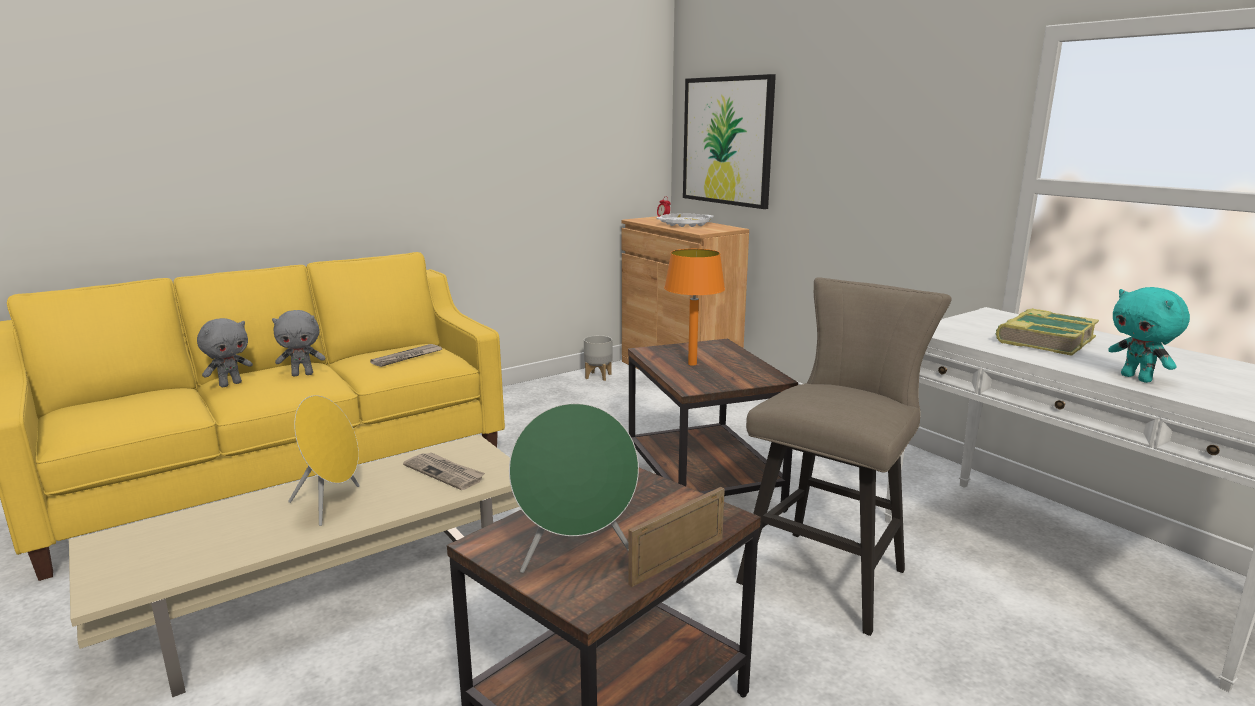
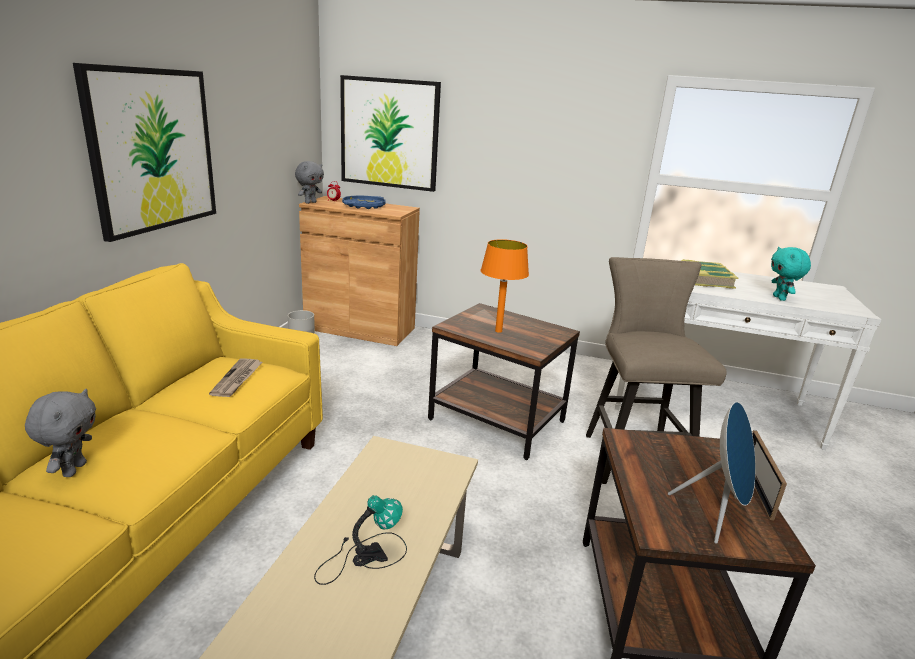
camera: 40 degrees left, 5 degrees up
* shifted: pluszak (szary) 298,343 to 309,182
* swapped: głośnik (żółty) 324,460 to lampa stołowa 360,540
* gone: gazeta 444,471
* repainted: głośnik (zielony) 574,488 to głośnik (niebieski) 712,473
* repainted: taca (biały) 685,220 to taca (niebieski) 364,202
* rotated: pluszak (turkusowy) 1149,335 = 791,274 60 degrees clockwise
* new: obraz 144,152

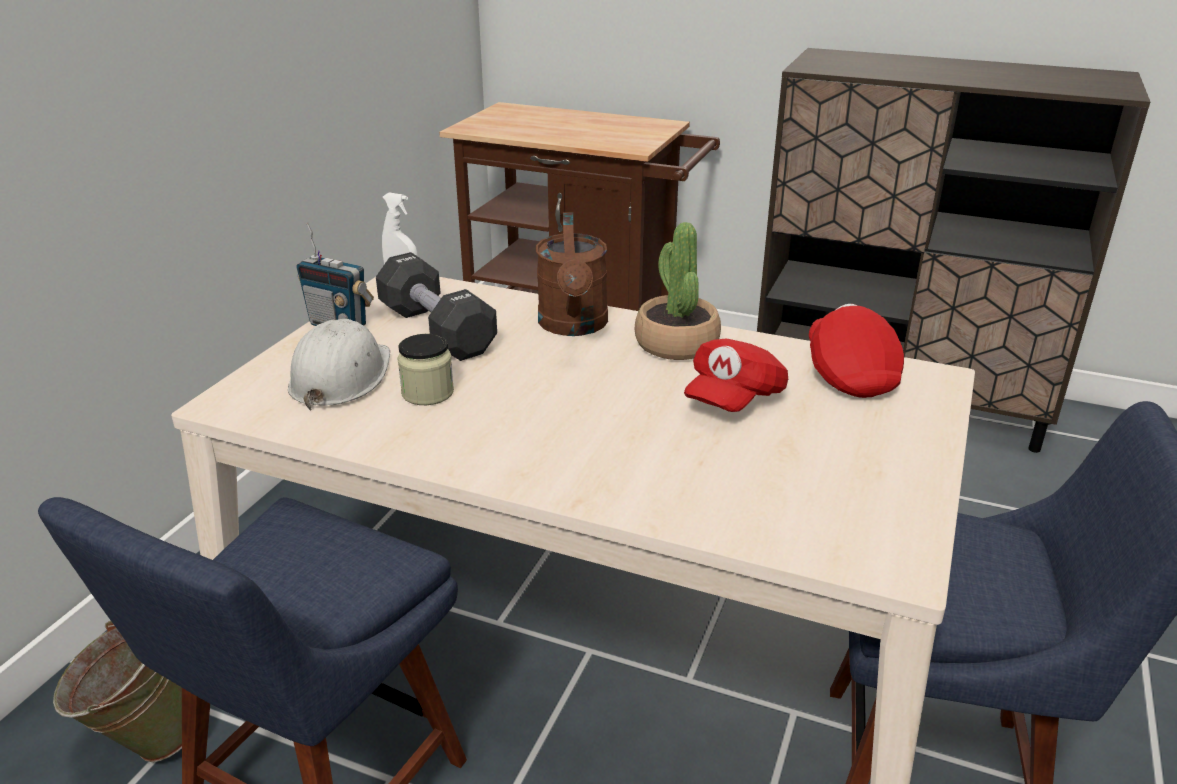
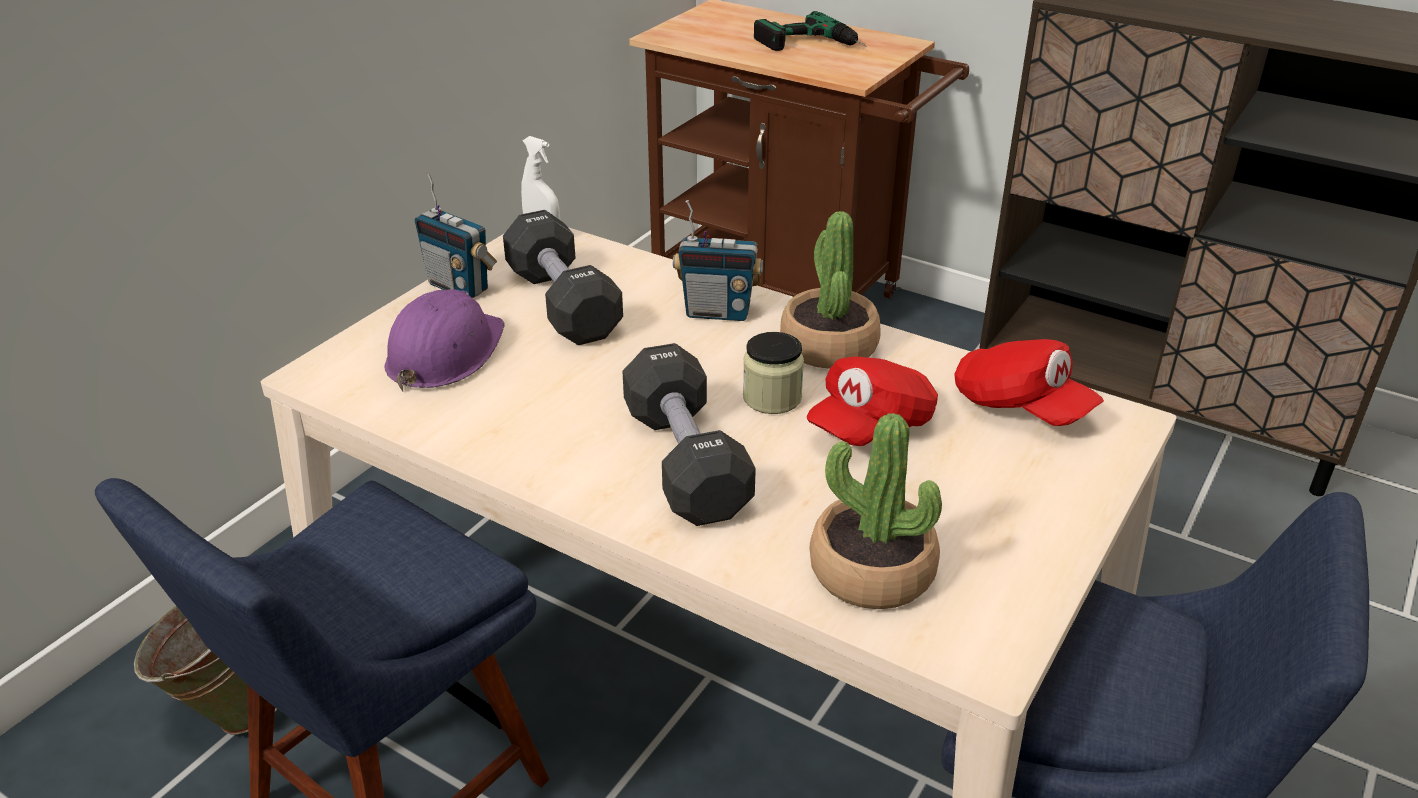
camera: 10 degrees right, 5 degrees up
* repainted: kask (biały) 339,365 to kask (fioletowy) 445,340
* shifted: słoik 425,369 to 773,373
* swapped: konewka (brązowy) 572,274 to radio 718,260
* rotated: czapka z daszkiem (czerwony) 856,351 = 1029,382 135 degrees clockwise
* new: hantel (czarny) 689,434
* new: wiertarka 810,31
* new: roślina doniczkowa 875,511

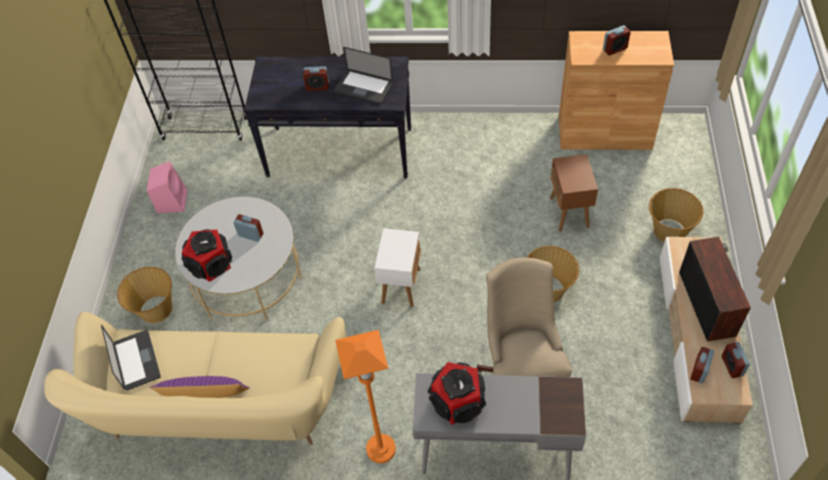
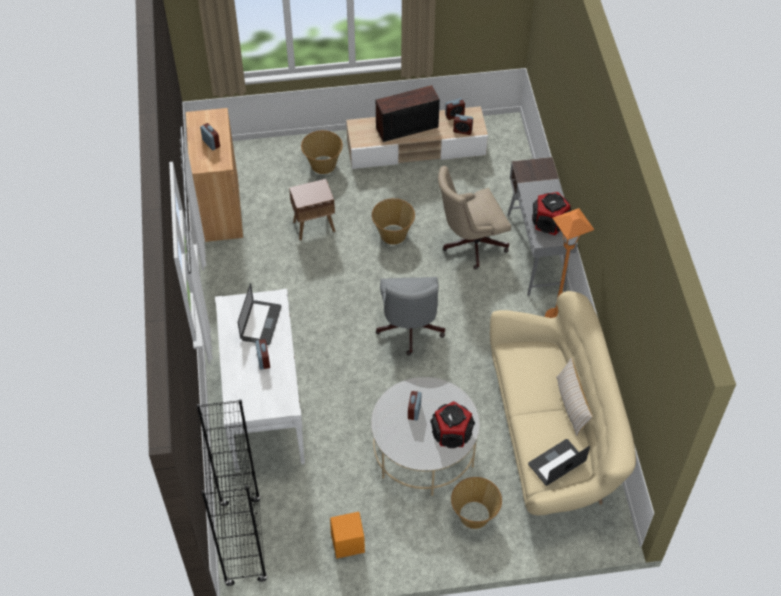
camera: 105 degrees left, 0 degrees up
* repainted: głośnik (różowy) 167,187 to głośnik (pomarańczowy) 347,535
* repainted: poduszka (fioletowy) 200,387 to poduszka (beżowy) 574,396
* repainted: stolik konsolowy (czarny) 328,117 to stolik konsolowy (biały) 260,380
* swapped: stolik (biały) 397,267 to krzesło biurowe (szary) 410,316

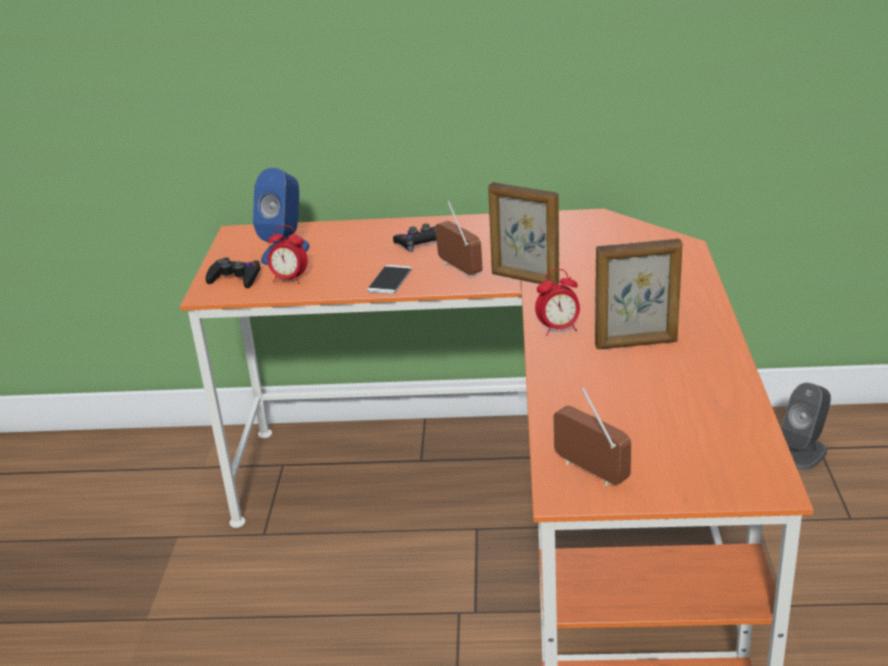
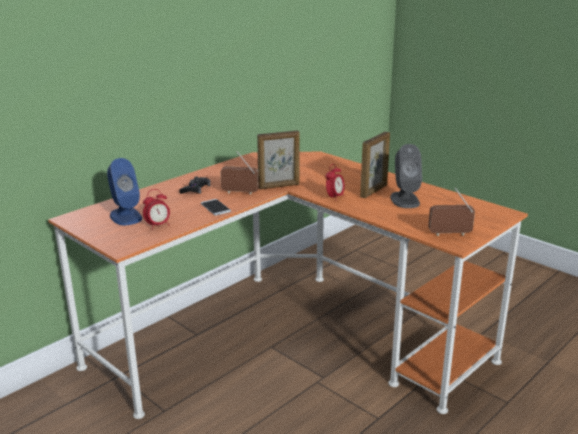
camera: 50 degrees left, 5 degrees down
* gone: pad do gier (czarny) 233,272
* shifted: głośnik (szary) 806,426 to 406,176

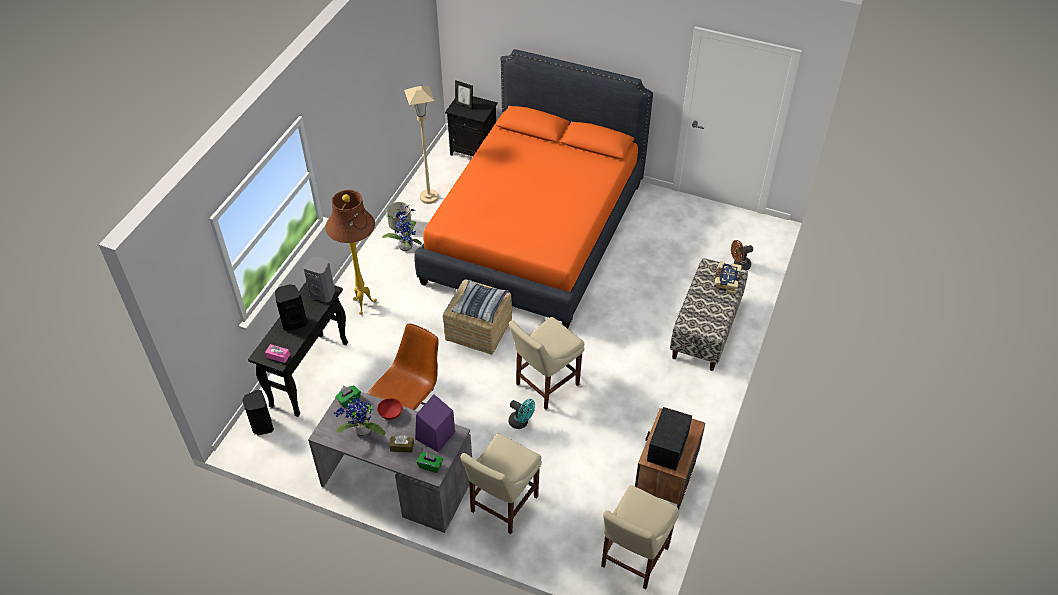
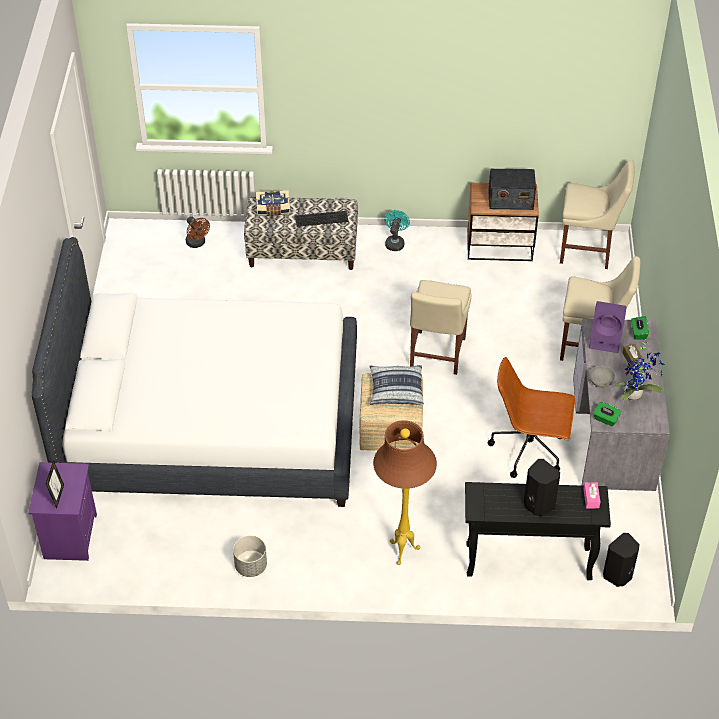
camera: 110 degrees left, 0 degrees up
* gone: głośnik (szary) 319,279
* repainted: miska (czerwony) 390,409 to miska (szary) 602,376
* gone: roślina doniczkowa 402,227
* gone: lampa stojąca (beżowy) 421,145
* repainted: łóżko (pomarańczowy) 533,189 to łóżko (biały) 194,372
* repainted: szafka nocna (czarny) 471,126 to szafka nocna (fioletowy) 62,511
* shifted: wentylator (turkusowy) 521,414 to 397,230
* rotated: krzesło (beżowy) 547,363 = 441,327 75 degrees clockwise
* new: klawiatura 322,219

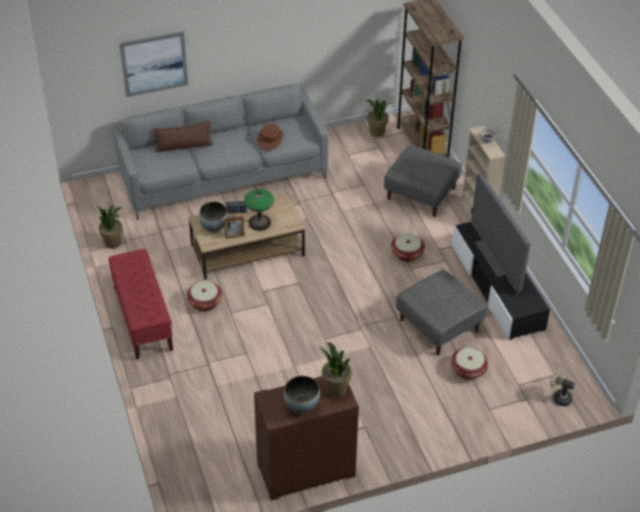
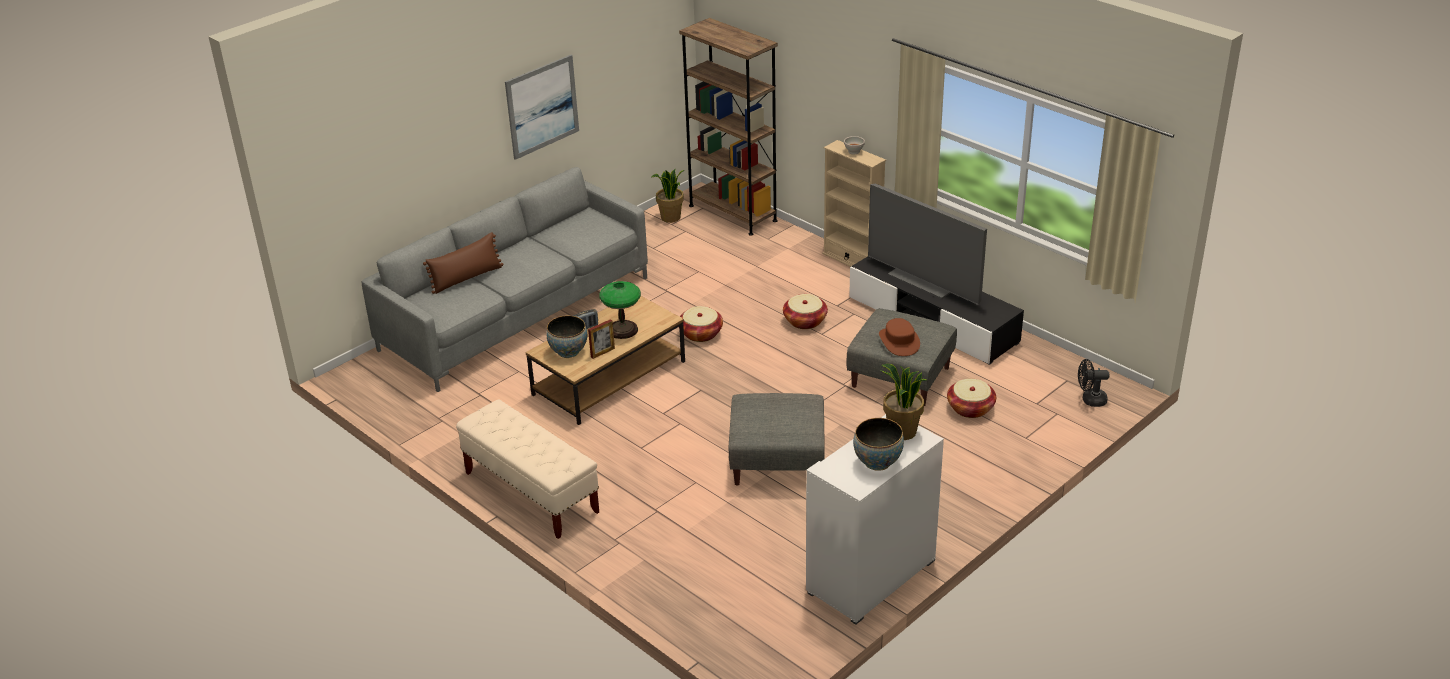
camera: 25 degrees left, 10 degrees down
* gone: roślina doniczkowa 110,227
* repainted: ławka (czerwony) 140,304 to ławka (beżowy) 527,469
* shifted: obraz 153,64 to 542,107
* shifted: koszyk 204,296 to 701,324
* repainted: szafka (brązowy) 306,438 to szafka (biały) 875,519
* shifted: kapelusz (brązowy) 270,136 to 899,337
* shifted: pufa (szary) 423,181 to 777,439
* repainted: wentylator (beżowy) 562,387 to wentylator (czarny) 1093,383

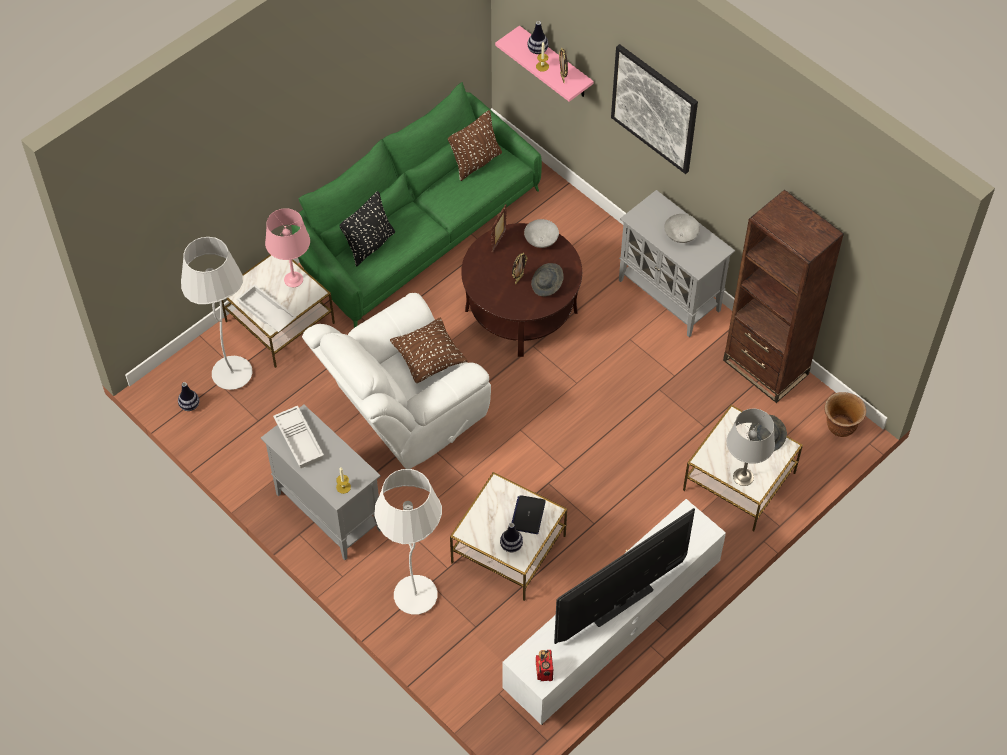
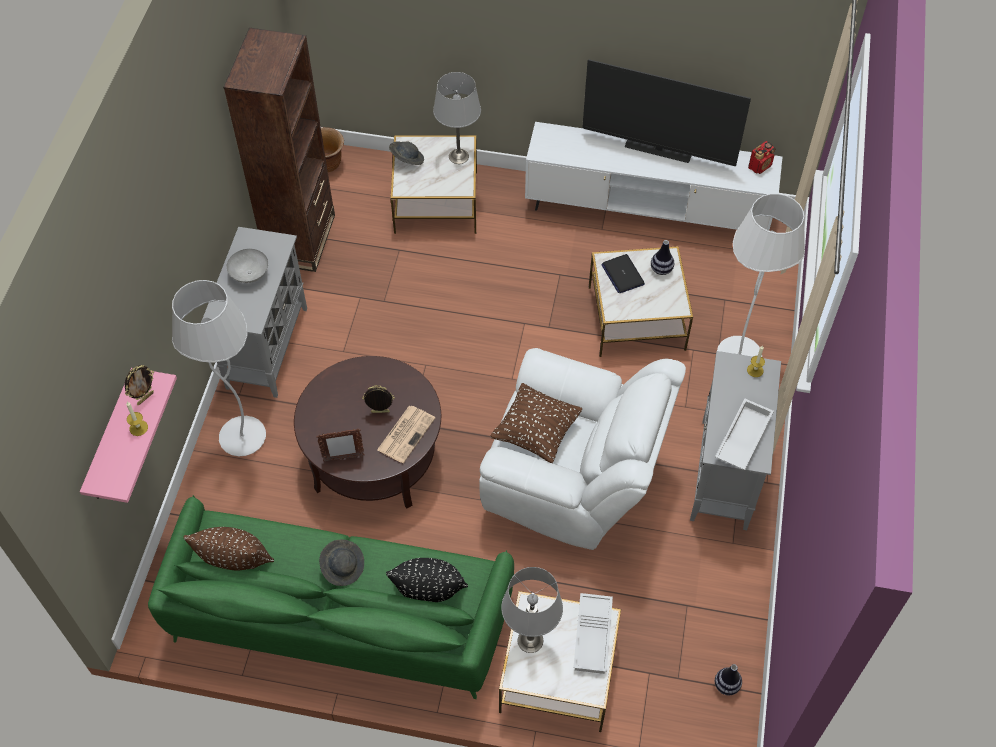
camera: 125 degrees left, 0 degrees up
* shifted: lampa stojąca (biały) 216,313 to 219,368
* repainted: lampa stołowa (różowy) 287,247 to lampa stołowa (szary) 532,610
* rotated: laptop 529,514 = 623,273 90 degrees clockwise
* gone: miska (szary) 541,233
* gone: wazon 538,37
* shifted: kapelusz (szary) 547,280 to 341,562
* gone: obraz 654,109
* new: gazeta 406,434

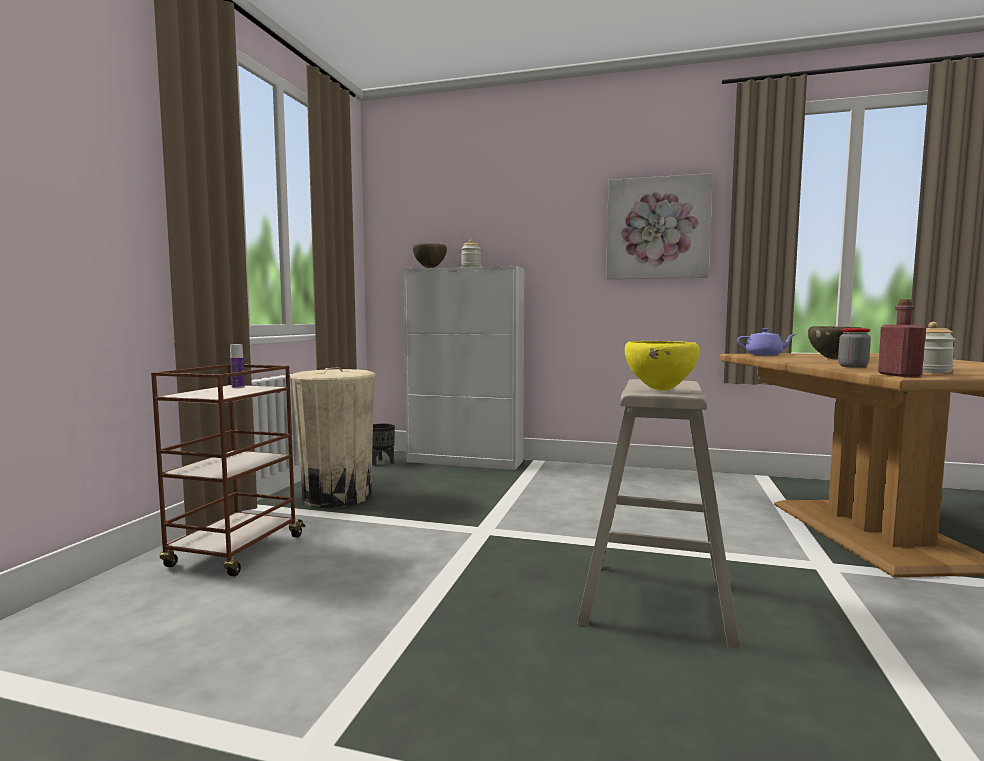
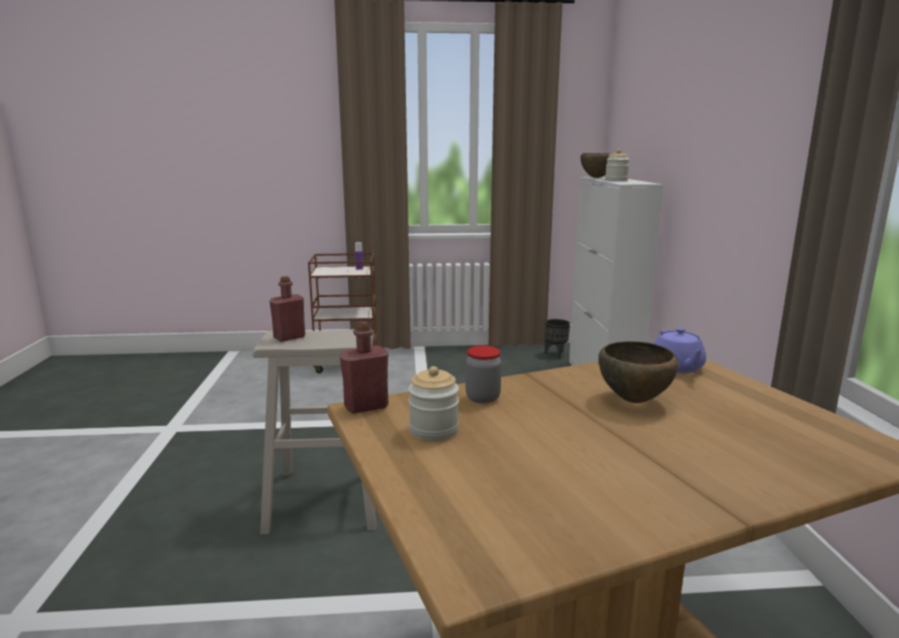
camera: 70 degrees right, 10 degrees up
* gone: kosz na śmieci (beżowy) 333,437
* gone: obraz 659,226
* swapped: miska (żółty) 662,365 to butelka (czerwony) 287,309

